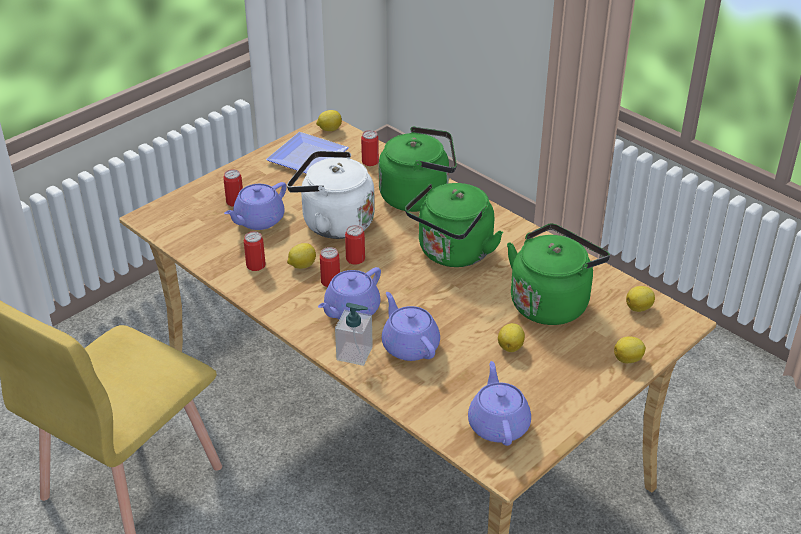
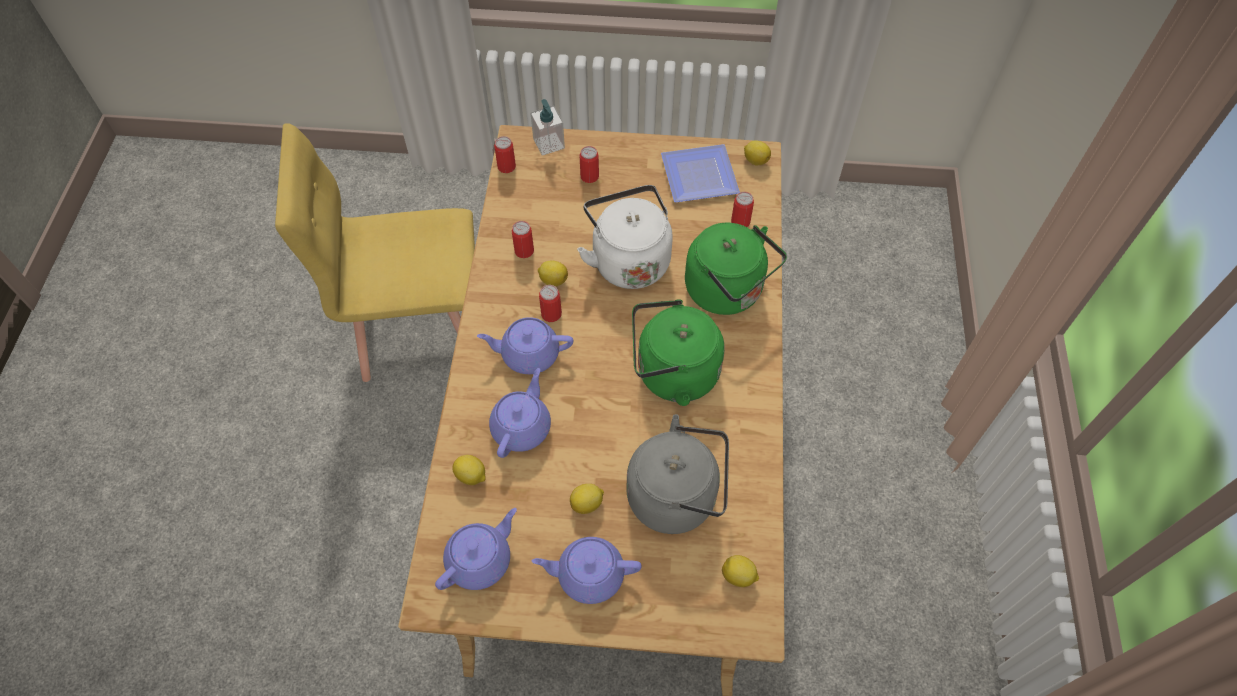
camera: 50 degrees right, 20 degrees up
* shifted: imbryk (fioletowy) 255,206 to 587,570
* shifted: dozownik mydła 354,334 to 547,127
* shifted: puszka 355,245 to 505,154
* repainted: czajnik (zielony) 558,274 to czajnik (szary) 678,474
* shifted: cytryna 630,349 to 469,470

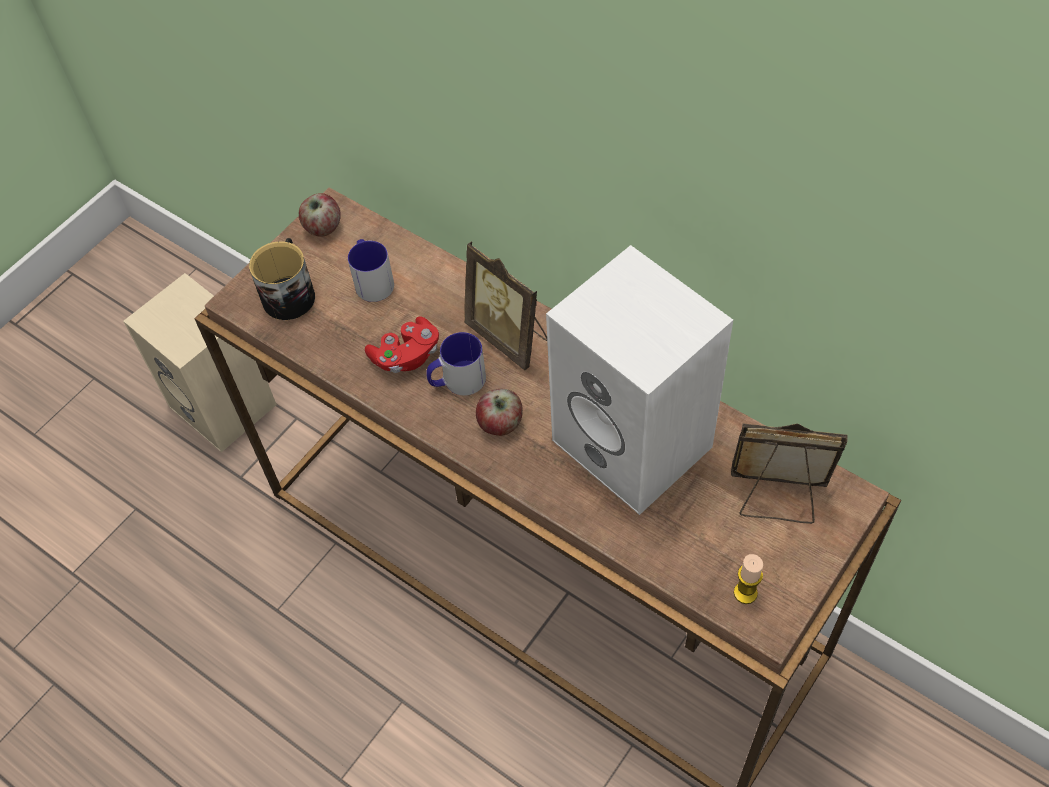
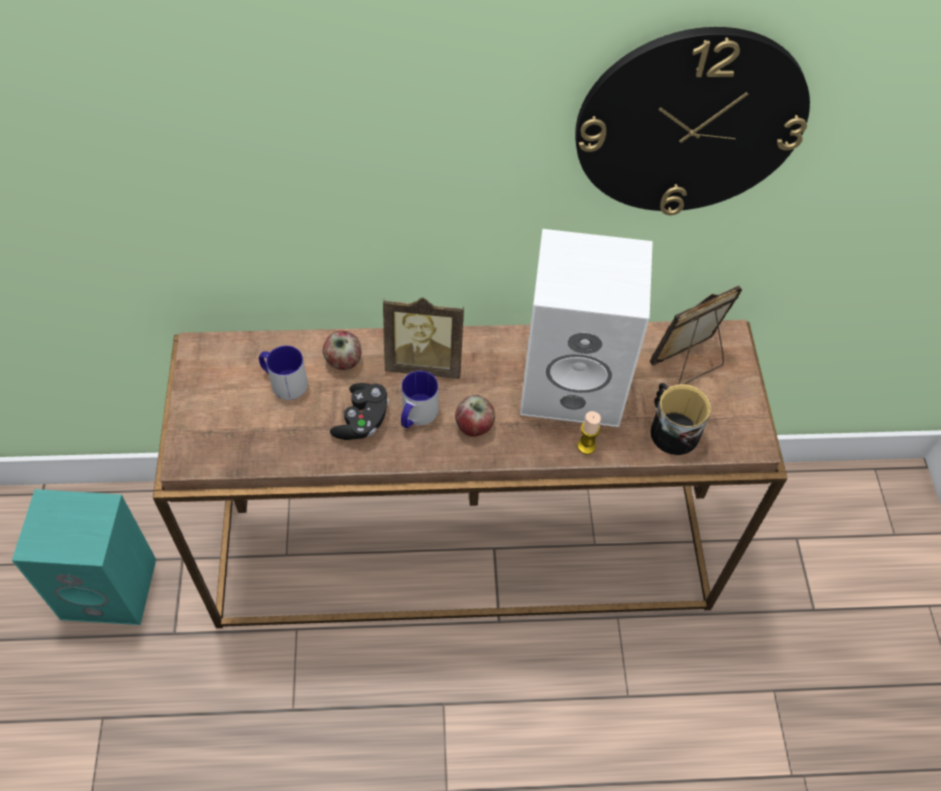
camera: 45 degrees left, 0 degrees up
* repainted: głośnik (beżowy) 200,362 to głośnik (turkusowy) 84,557
* shifted: kubek 282,279 to 680,419
* shifted: jabłko 320,215 to 342,350
* repainted: pad do gier (czerwony) 402,344 to pad do gier (czarny) 359,411
* shifted: świeca 748,579 to 589,432
* new: zegar ścienny 692,121

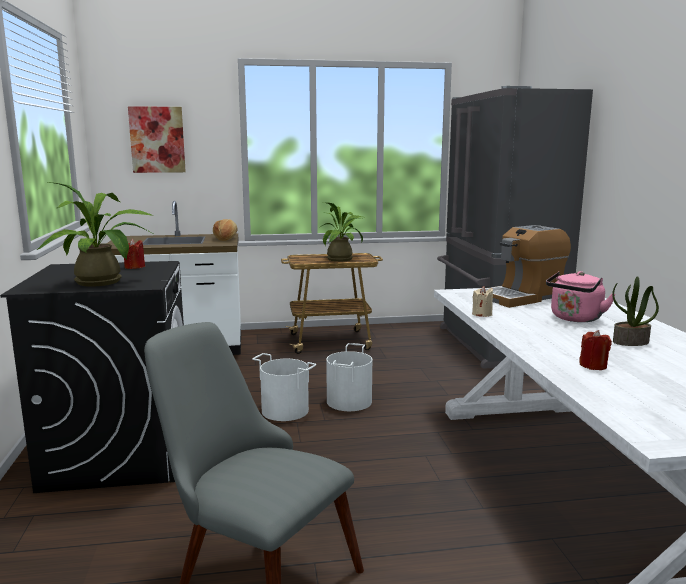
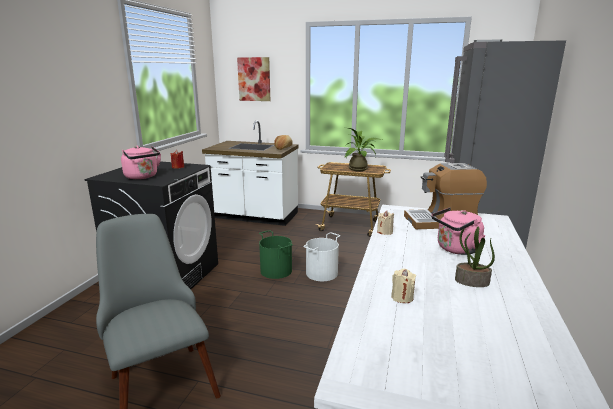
camera: 25 degrees right, 5 degrees up
* swapped: roślina doniczkowa 94,234 to czajnik (różowy) 141,162
* repainted: wiadro (biały) 284,387 to wiadro (zielony) 276,254
* repainted: świeca (czerwony) 595,350 to świeca (beżowy) 403,286

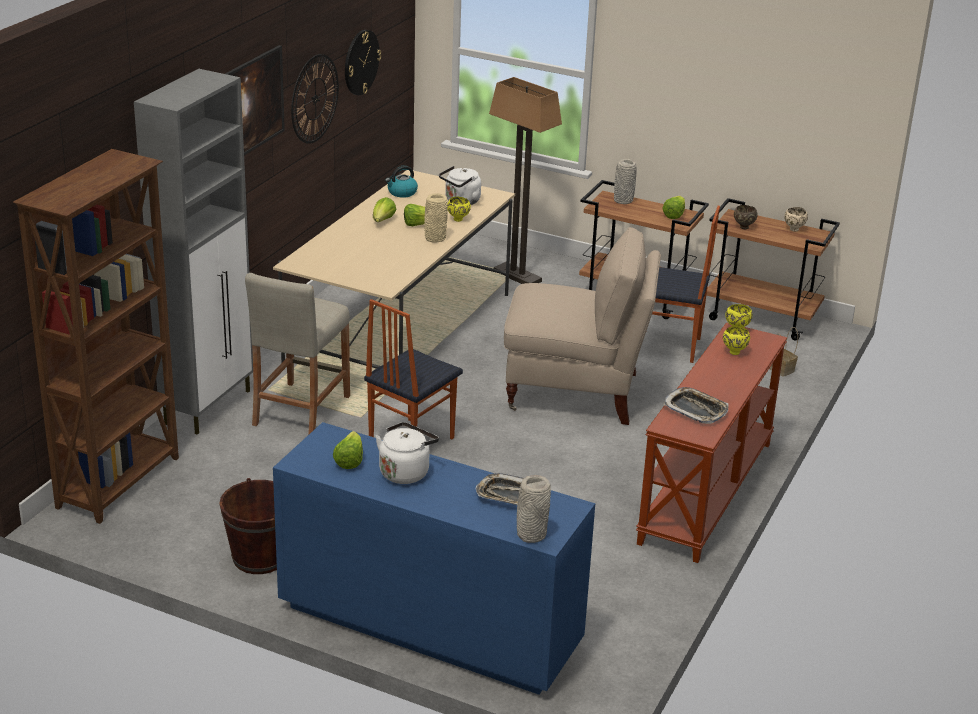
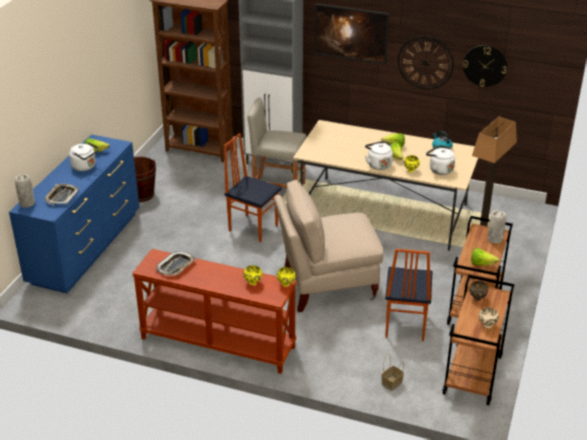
camera: 85 degrees right, 5 degrees up
* swapped: wazon (beżowy) 436,218 to czajnik (biały) 379,155
* rotated: krzesło (beżowy) 582,326 = 328,245 75 degrees clockwise

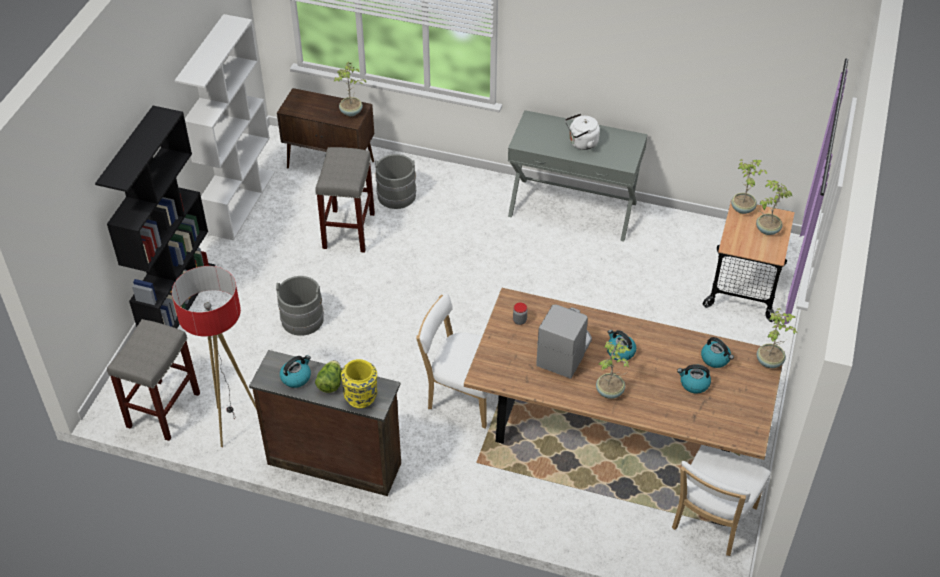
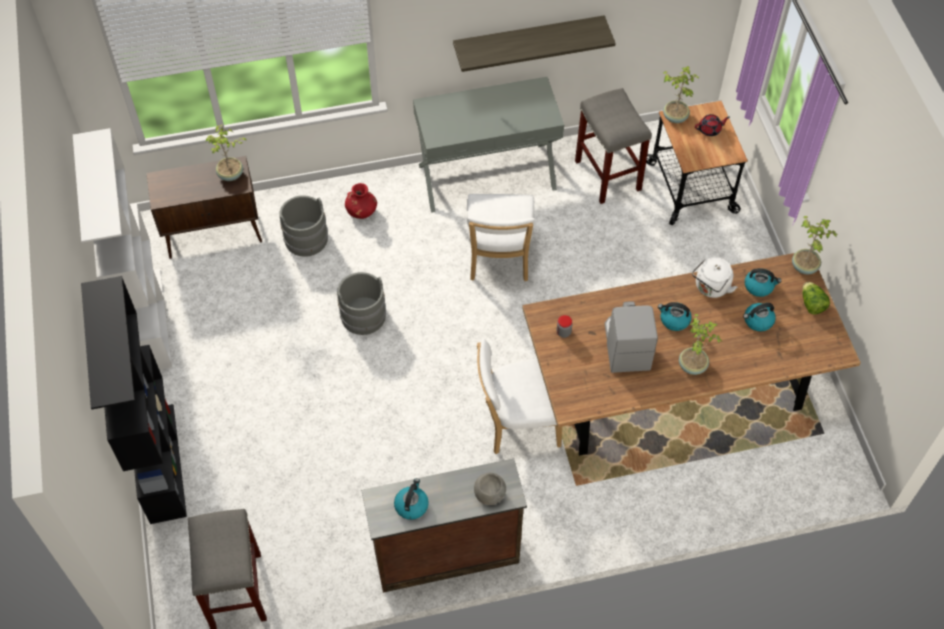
camera: 30 degrees left, 10 degrees up
* gone: lampa stojąca 214,356
* shifted: wiadro (szary) 300,306 to 361,303
* shifted: stołek (szary) 345,200 to 613,146
* shifted: sałata 328,376 to 816,298
* swapped: wazon (żółty) 359,383 to miska (szary) 490,489
* shifted: czajnik (biały) 582,131 to 714,277
* shifted: krzesło (biały) 721,500 to 501,237
* swapped: roślina doniczkowa 774,207 to imbryk (czerwony) 712,125
* new: wazon (czerwony) 361,201
* new: półka 534,43

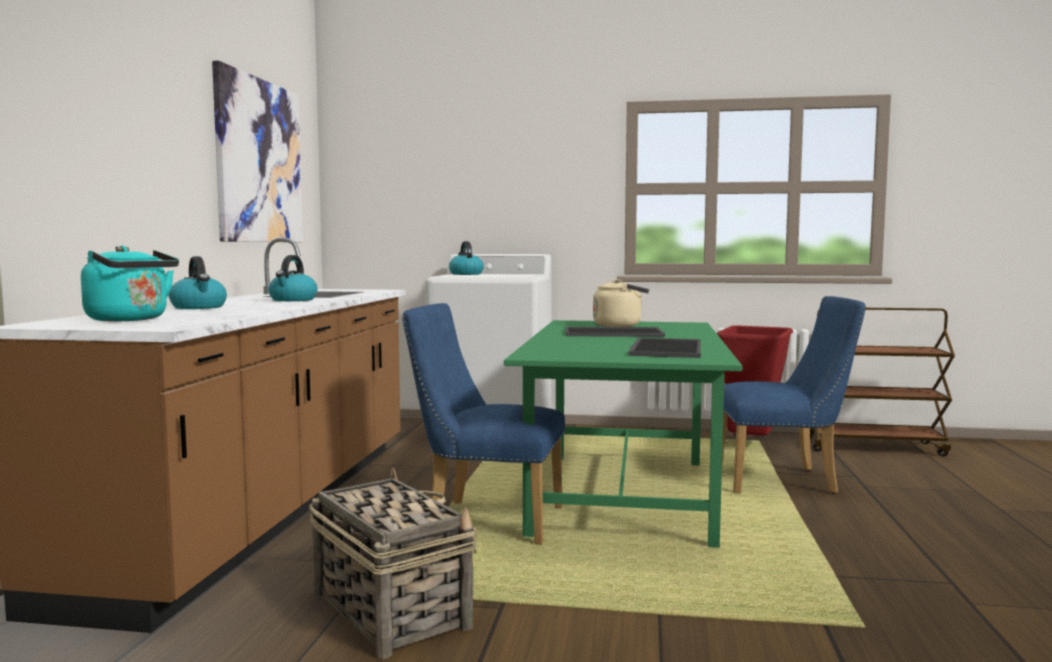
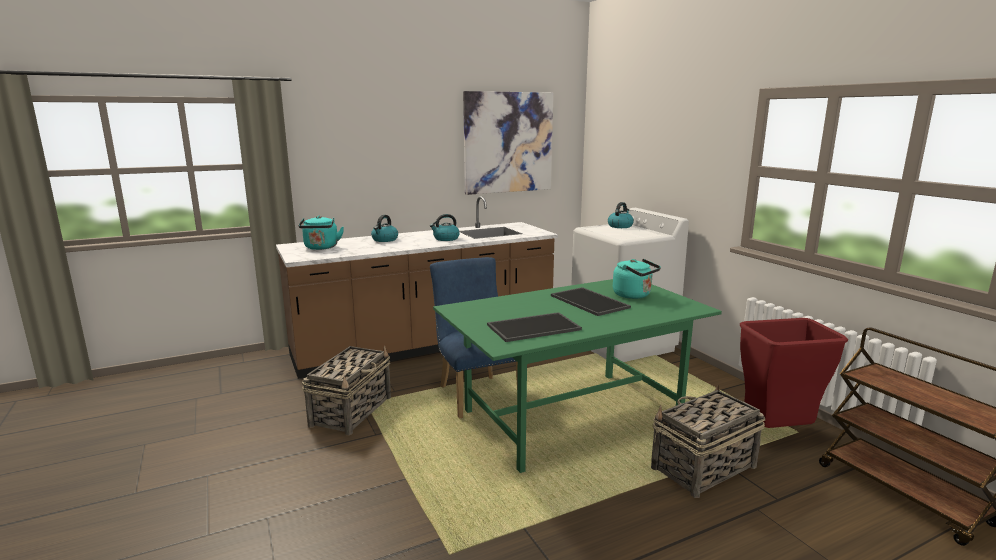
camera: 55 degrees right, 10 degrees up
* repainted: czajnik (beżowy) 621,303 to czajnik (turkusowy) 637,279
* swapped: krzesło (niebieski) 794,395 to koszyk 708,441

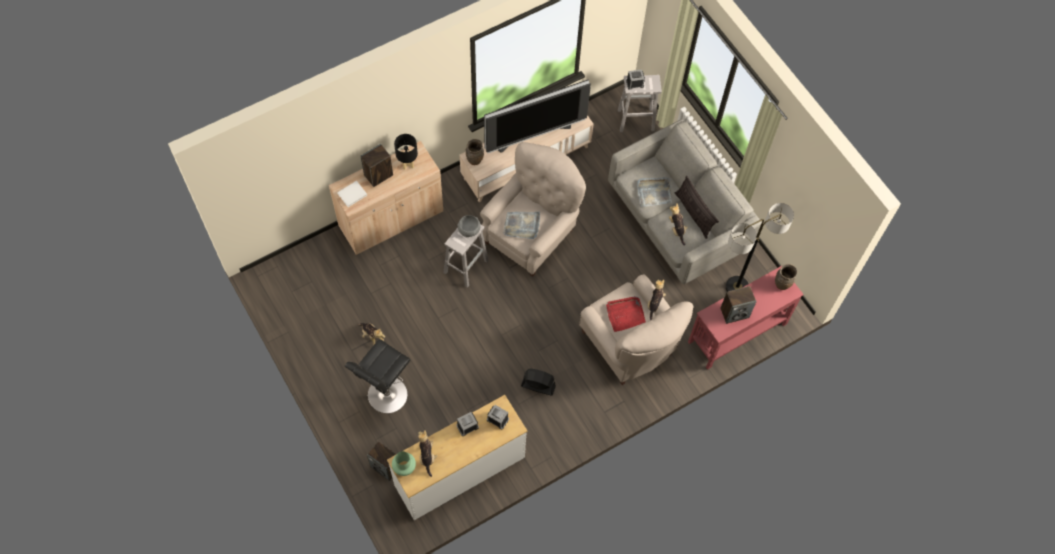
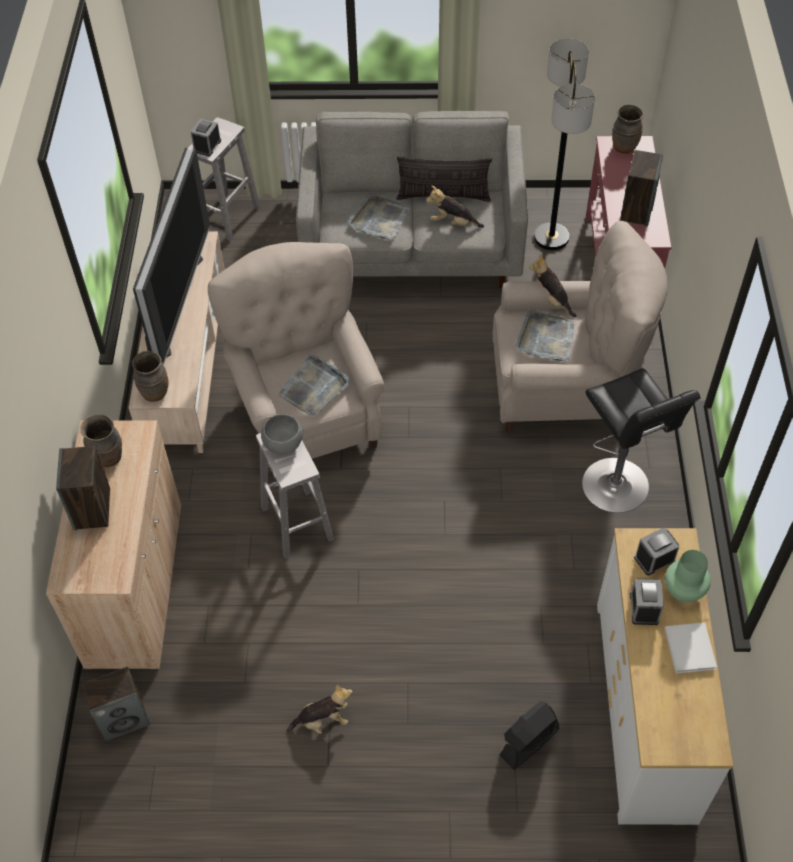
camera: 55 degrees left, 10 degrees down
* shifted: książka (biały) 352,194 to 691,648
* shifted: stołek (czarny) 377,376 to 641,440
* shifted: głośnik 381,461 to 116,704
* shifted: wazon (zielony) 404,463 to 688,576
* swapped: lampa stołowa (czarny) 406,152 to wazon (brązowy) 101,440
* gone: pluszak 427,453
* shifted: wentylator (czarny) 538,382 to 529,735
* repainted: taca (czerwony) 626,314 to taca (szary) 545,336

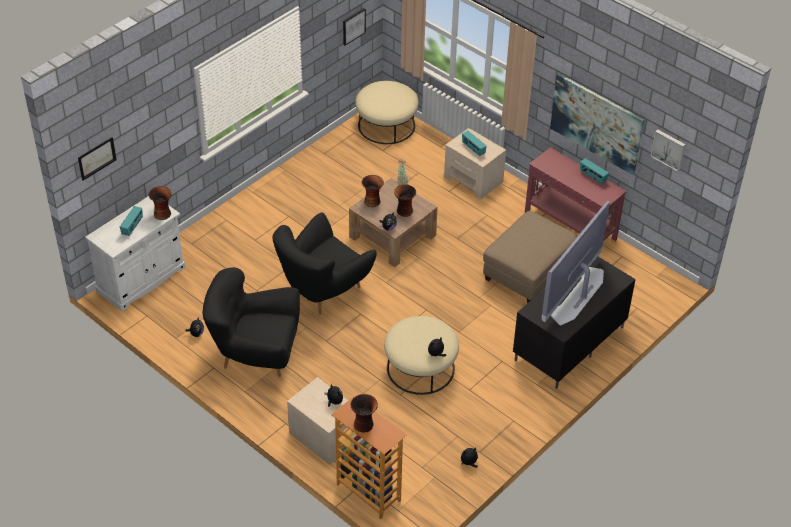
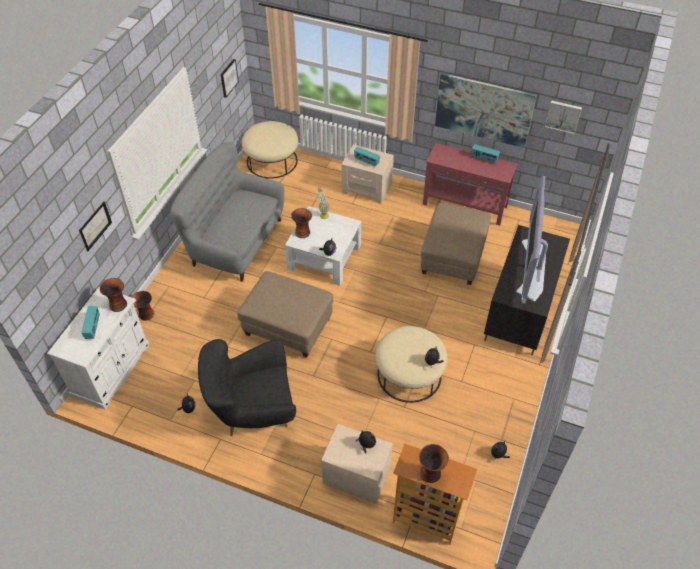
camera: 20 degrees left, 5 degrees up
* shifted: obraz 97,159 to 95,226
* swapped: fotel (czarny) 324,264 to pufa (beżowy) 285,314
* repainted: ława (brązowy) 393,222 to ława (biały) 323,246
* shifted: wazon 405,200 to 143,306
* new: kanapa (szary) 227,212

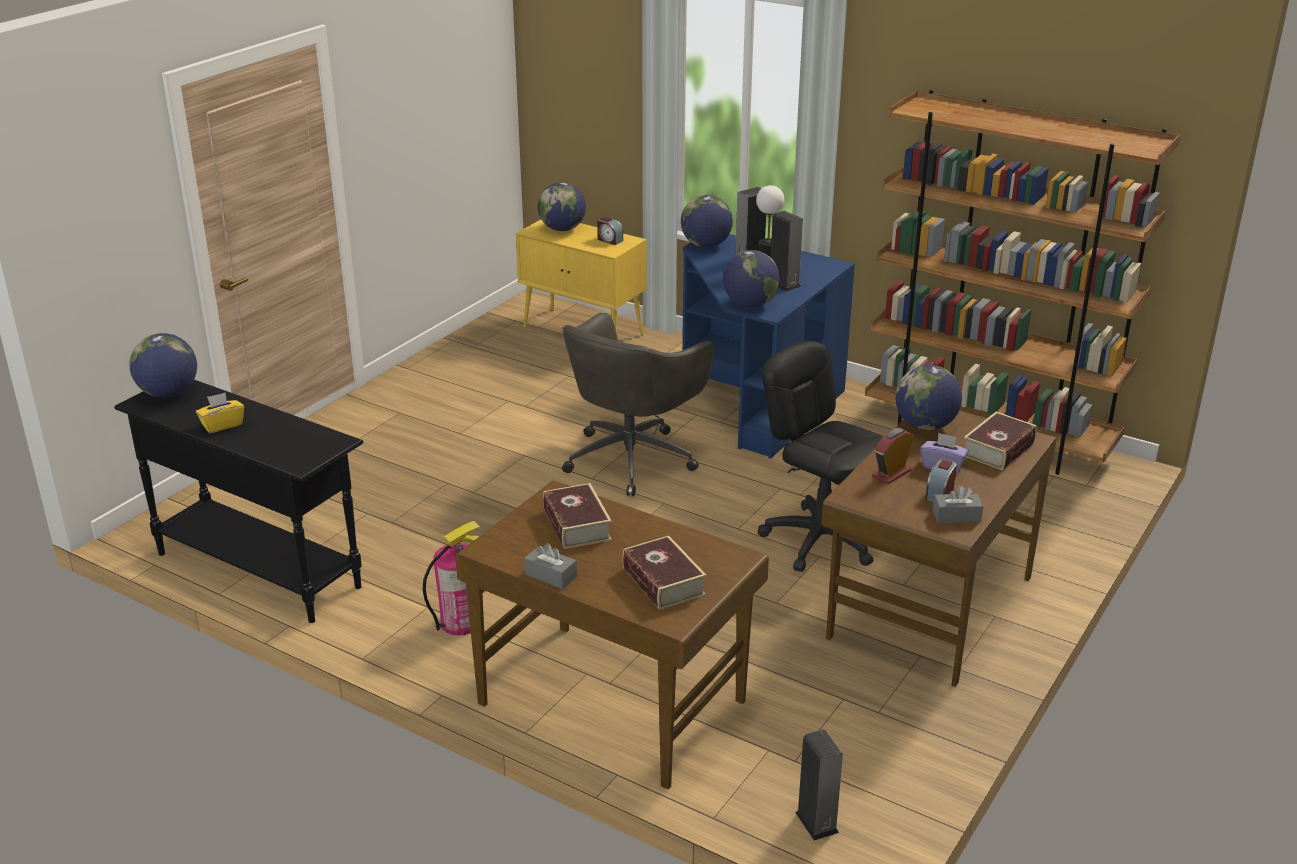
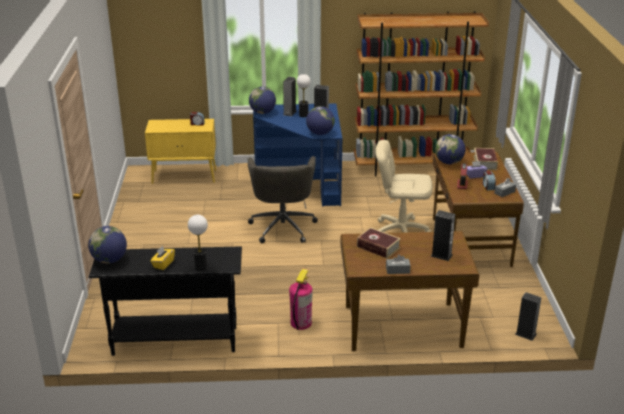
camera: 35 degrees left, 0 degrees up
* gone: globus 562,206
* swapped: książka 664,573 to głośnik 443,235
* repainted: krzesło biurowe (czarny) 821,456 to krzesło biurowe (beżowy) 404,186
* new: lampa stołowa 198,243

